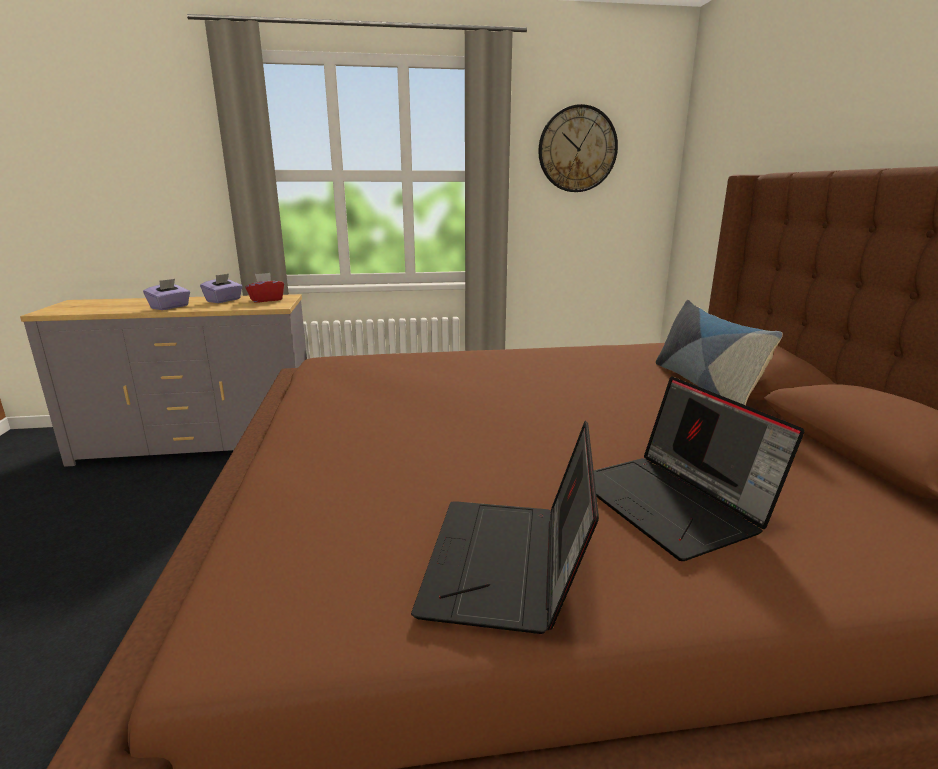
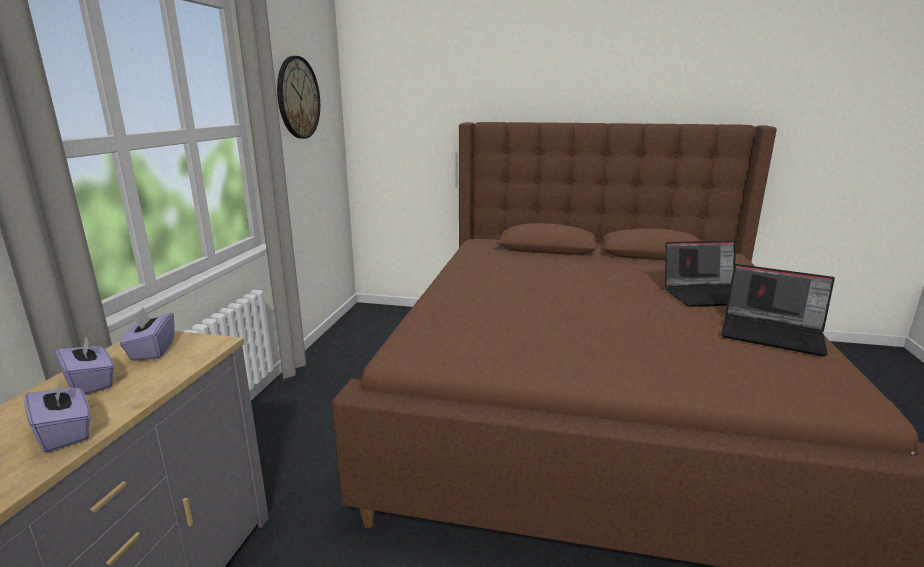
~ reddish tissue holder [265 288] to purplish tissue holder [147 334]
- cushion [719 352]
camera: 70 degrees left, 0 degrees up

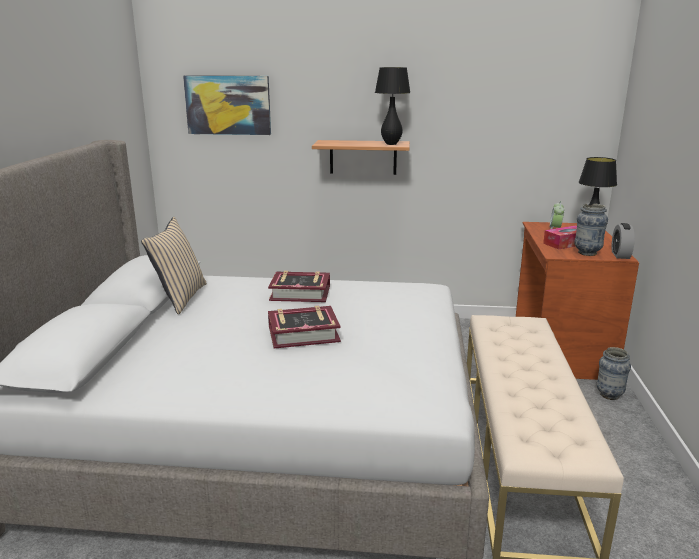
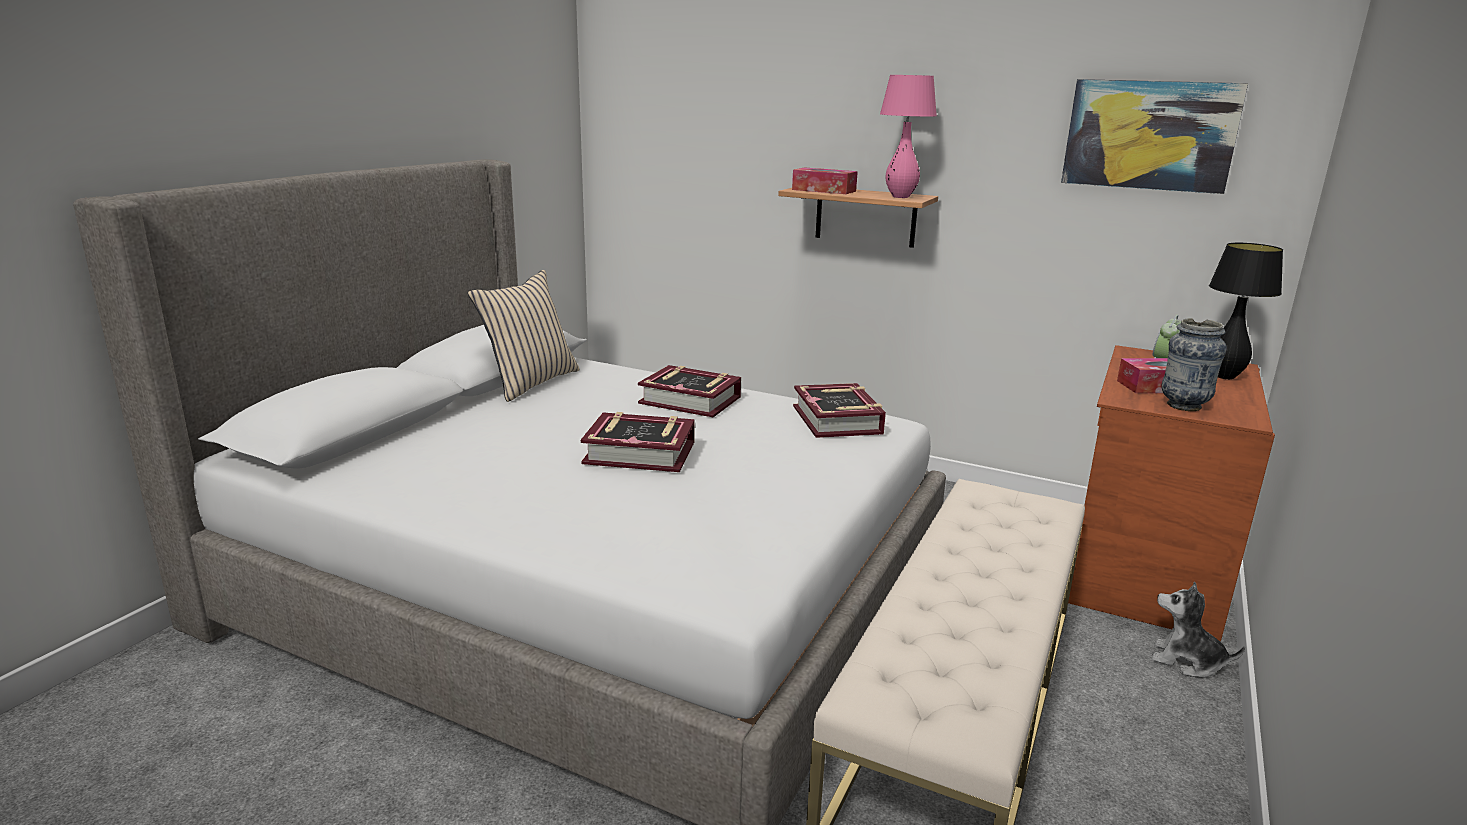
~ black-coloured table lamp [393 106] to pink table lamp [908 136]
~ picture [227 105] to [1154 136]
- table clock [623 241]
~ vase [614 373] to cuddly toy [1198 630]
+ tissue holder [825 181]
+ bound book [839 410]
camera: 20 degrees right, 0 degrees up

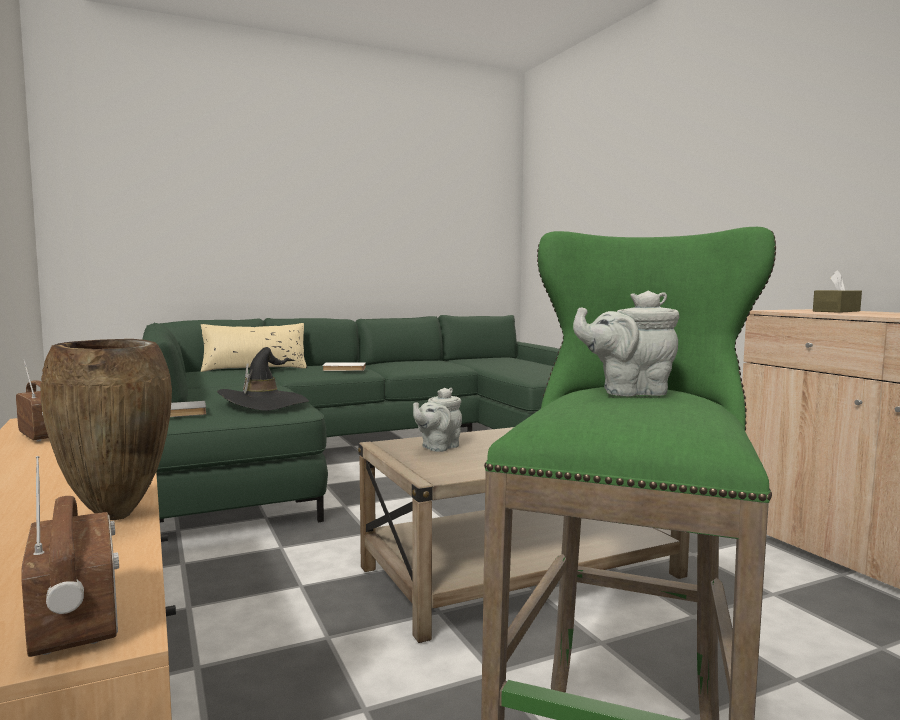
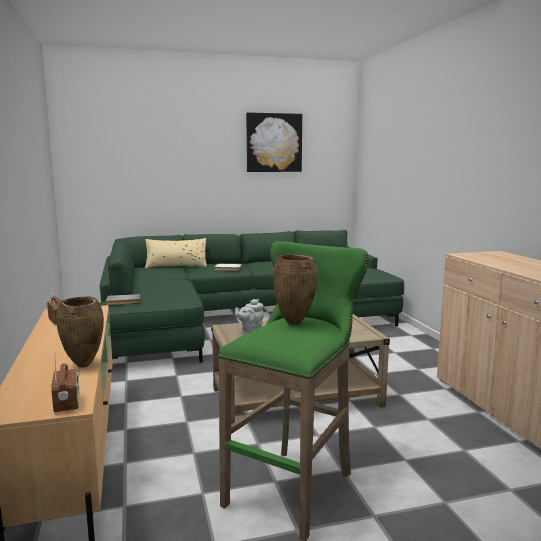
- brownish tissue holder [837 291]
~ gray teapot [626 343] to brownish vase [295 289]
- black-coloured hat [263 379]
+ picture [274 142]
camera: 10 degrees right, 5 degrees up

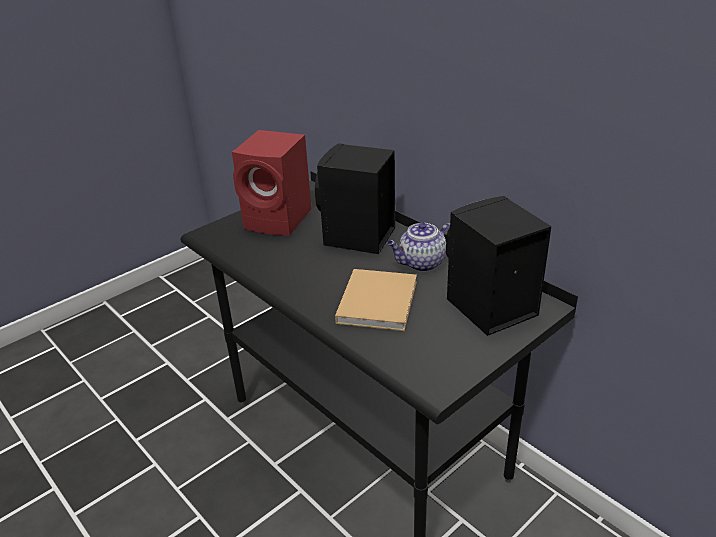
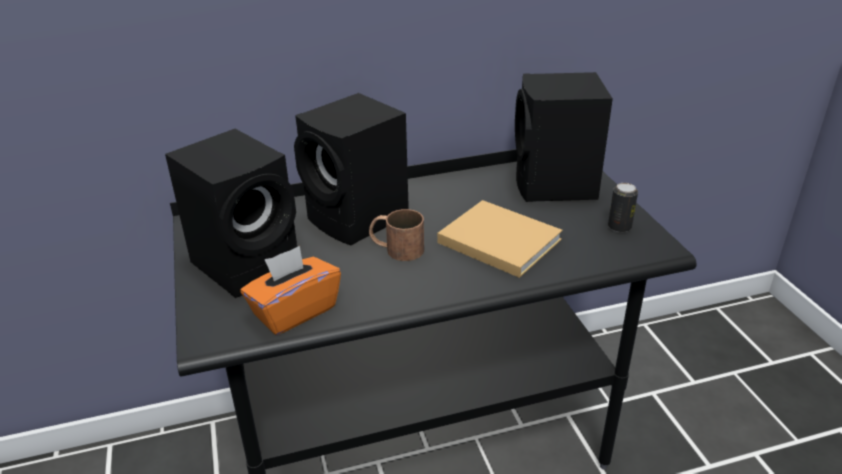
~ reddish speaker [271 183] to black-coloured speaker [231 213]
- teapot [418 247]
+ metal can [623 208]
+ brownish coffee mug [396 235]
+ orange-coloured tissue holder [290 290]
camera: 65 degrees left, 0 degrees up

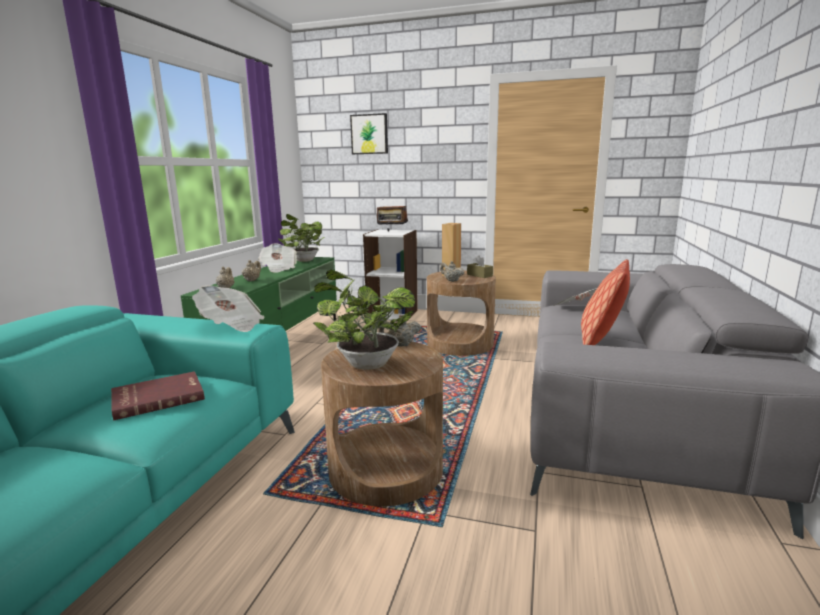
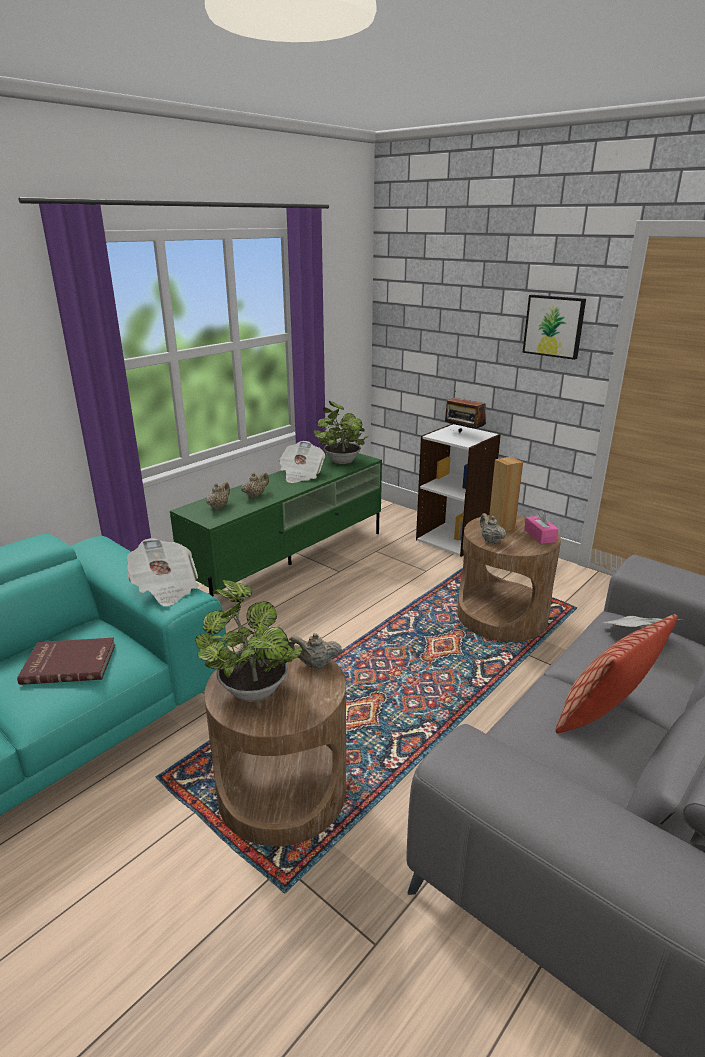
~ picture [369 133] to [554 327]
~ brownish tissue holder [480 266] to pink tissue holder [541 527]
camera: 25 degrees right, 10 degrees up

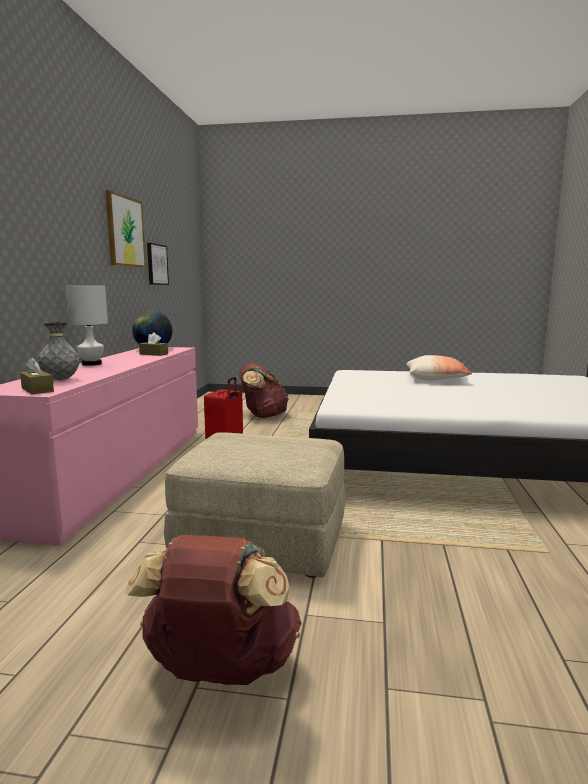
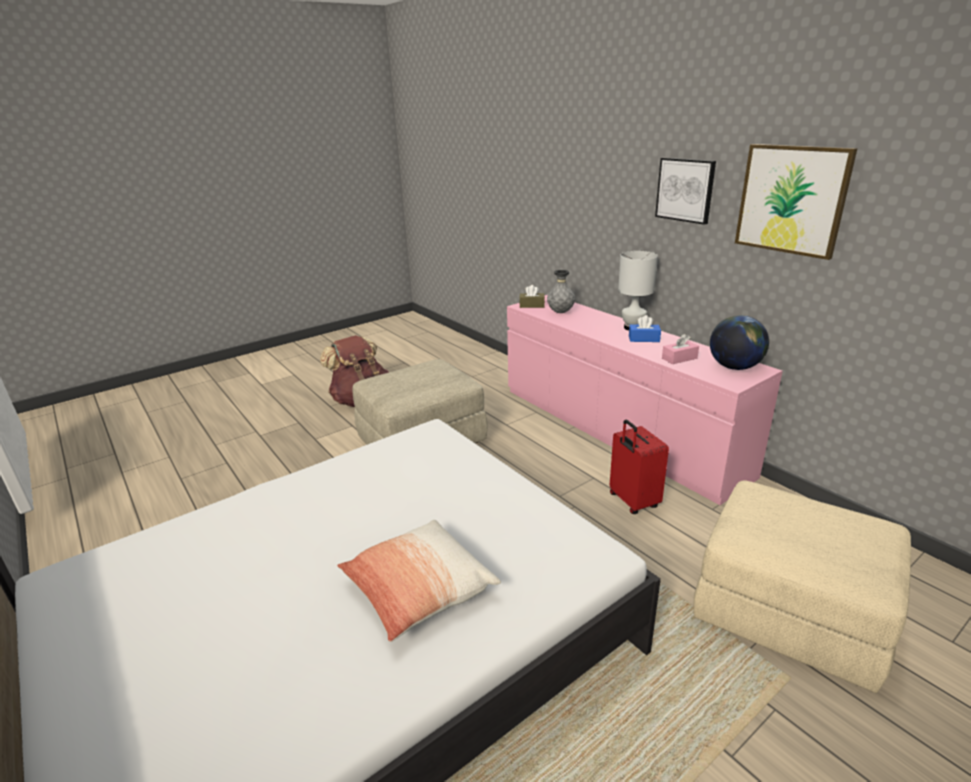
~ picture [158 264] to [685 191]
~ brownish tissue holder [153 344] to pink tissue holder [680 349]
~ brownish knapsack [264 390] to beige-coloured ottoman [802 587]
+ blue tissue holder [645 328]
camera: 135 degrees right, 15 degrees up

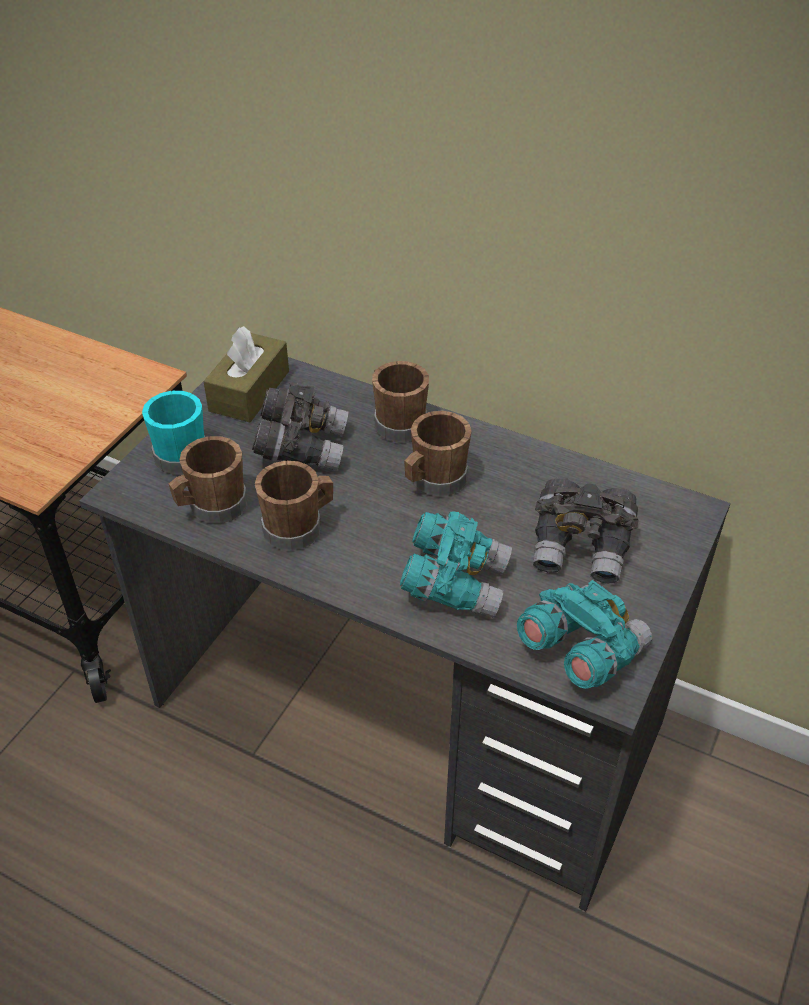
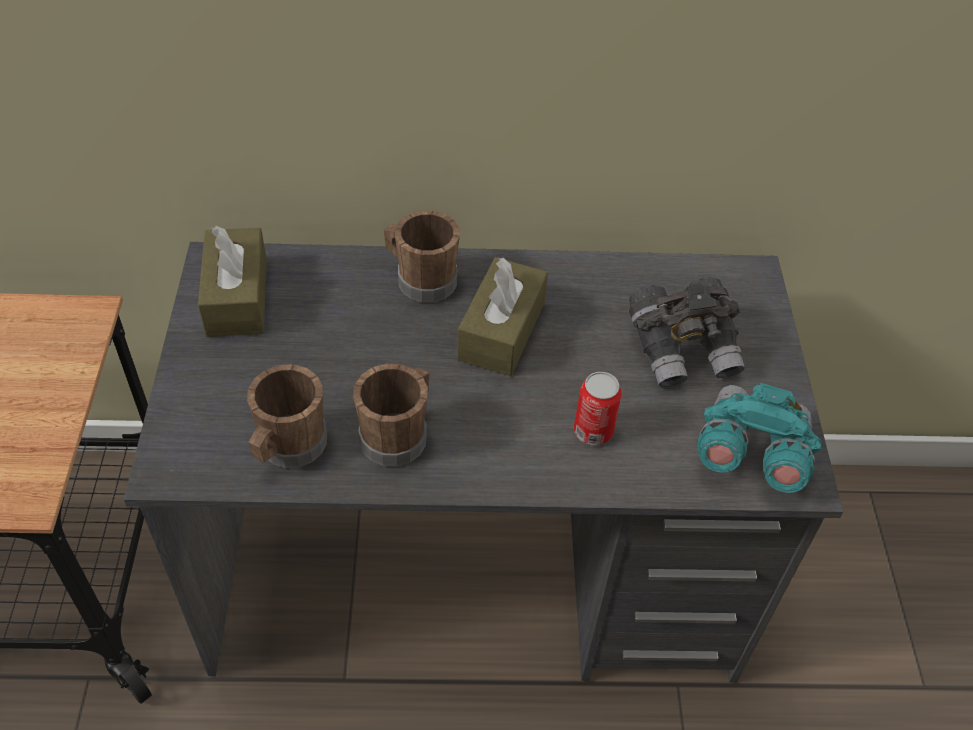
- gray field glasses [300 426]
- blue-green coffee mug [173 432]
~ brownish coffee mug [438 453] to brownish tissue holder [502 316]
~ blue-green field glasses [456 564] to metal can [598 408]
camera: 30 degrees left, 5 degrees up

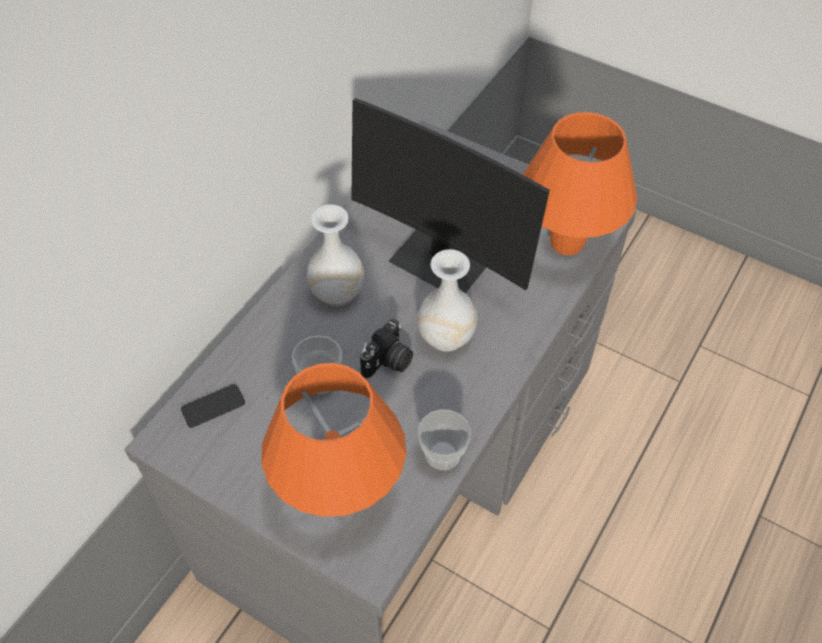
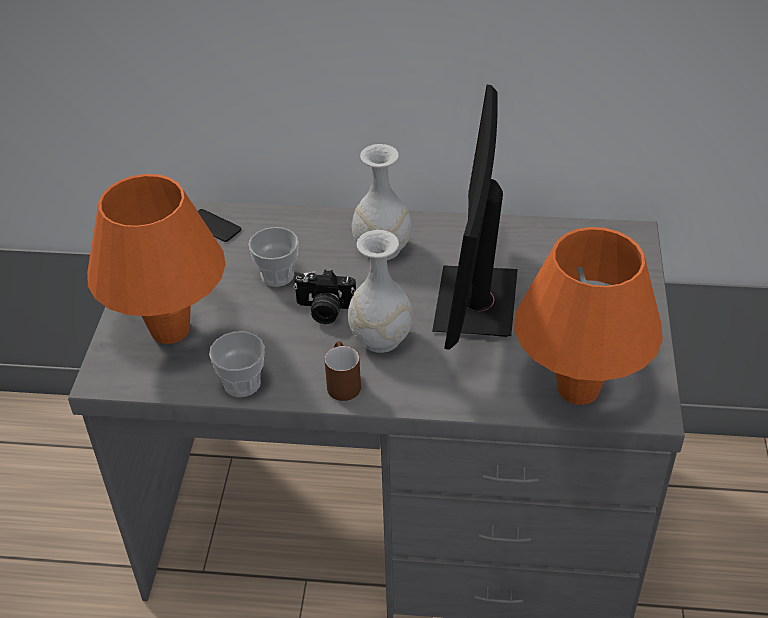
+ brownish coffee mug [343 371]
camera: 65 degrees right, 10 degrees down

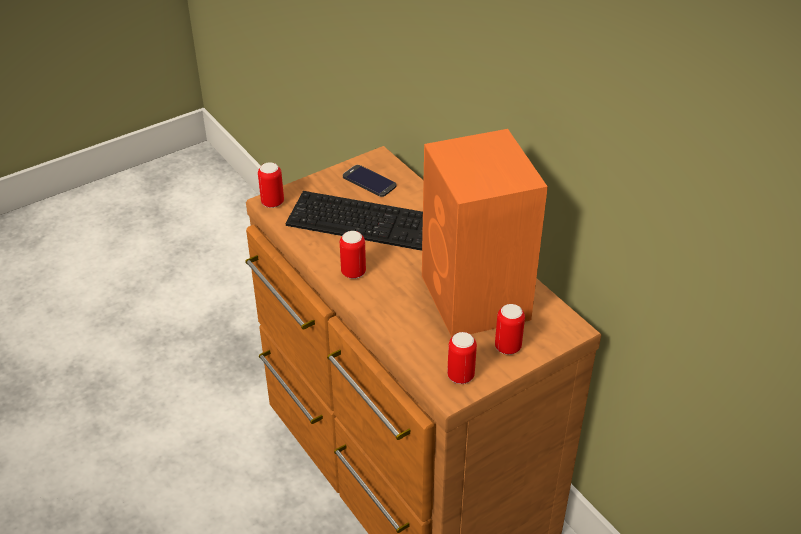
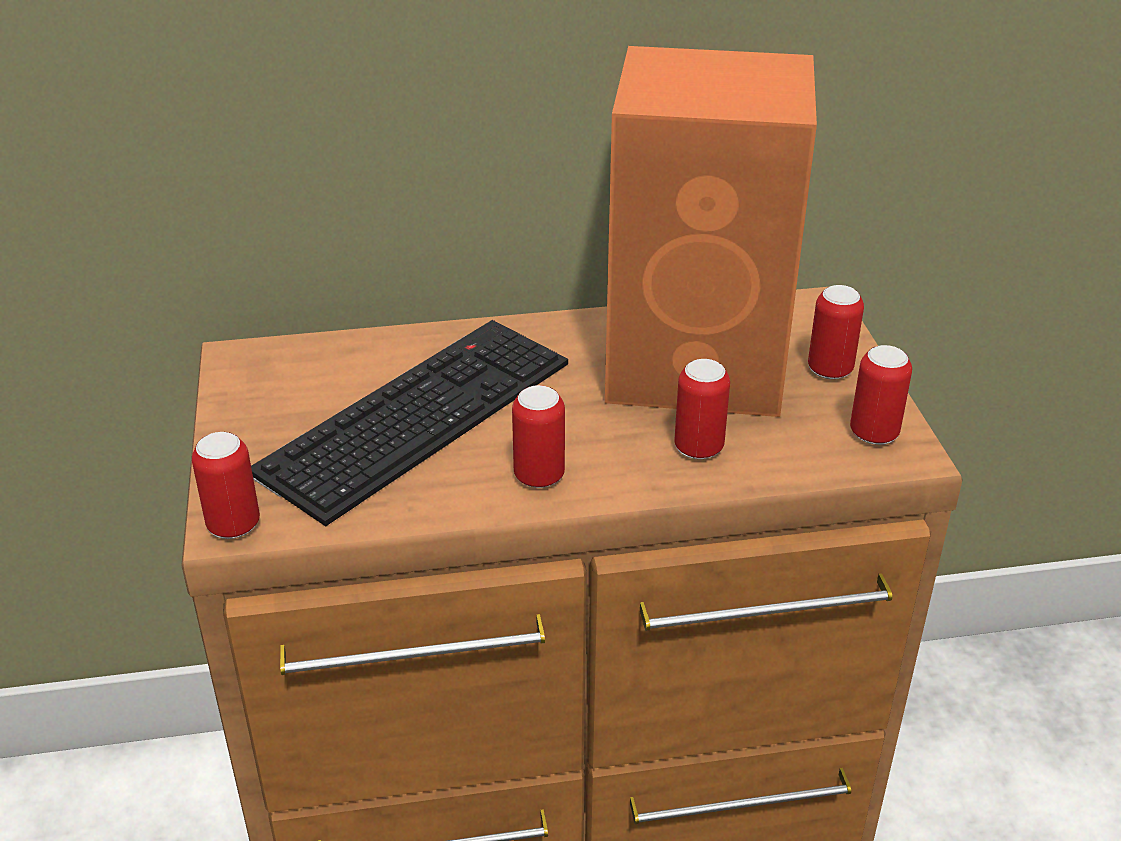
- handset [370 181]
+ metal can [702 409]
camera: 65 degrees left, 5 degrees down

